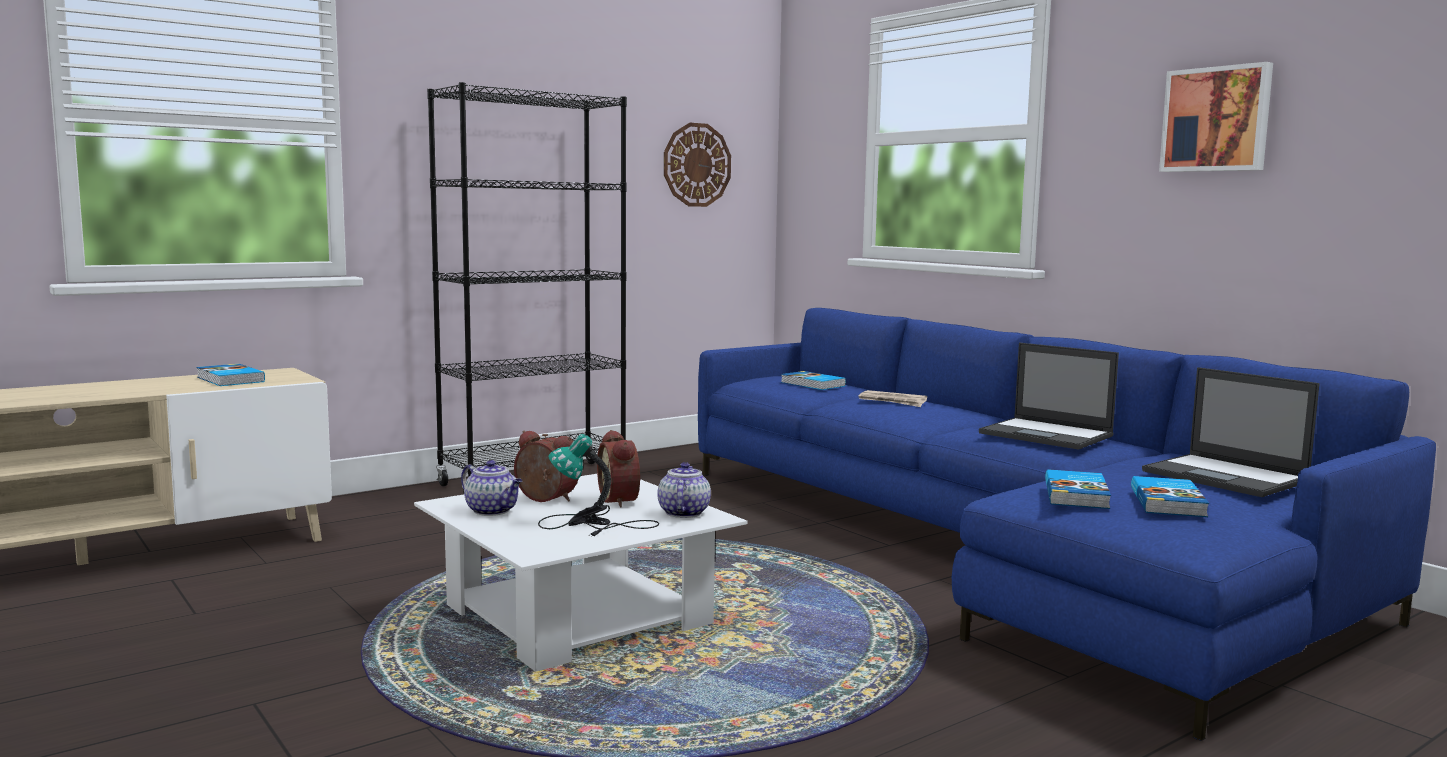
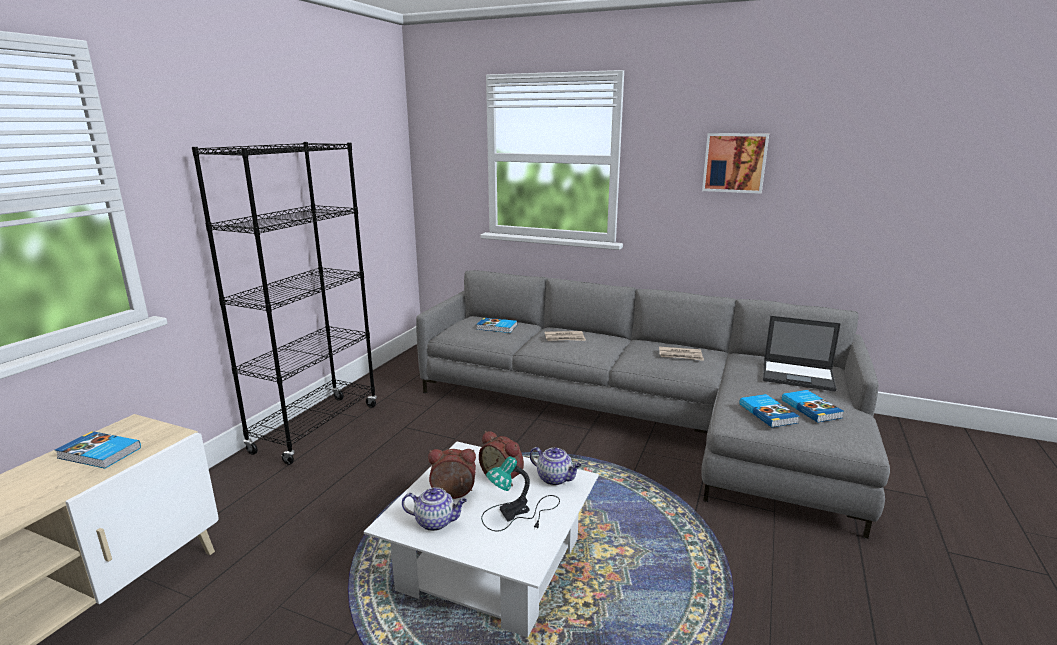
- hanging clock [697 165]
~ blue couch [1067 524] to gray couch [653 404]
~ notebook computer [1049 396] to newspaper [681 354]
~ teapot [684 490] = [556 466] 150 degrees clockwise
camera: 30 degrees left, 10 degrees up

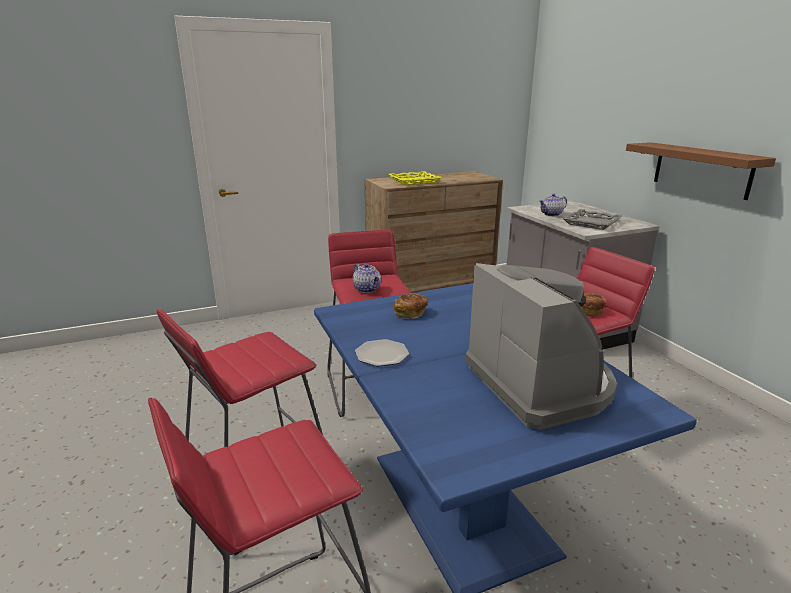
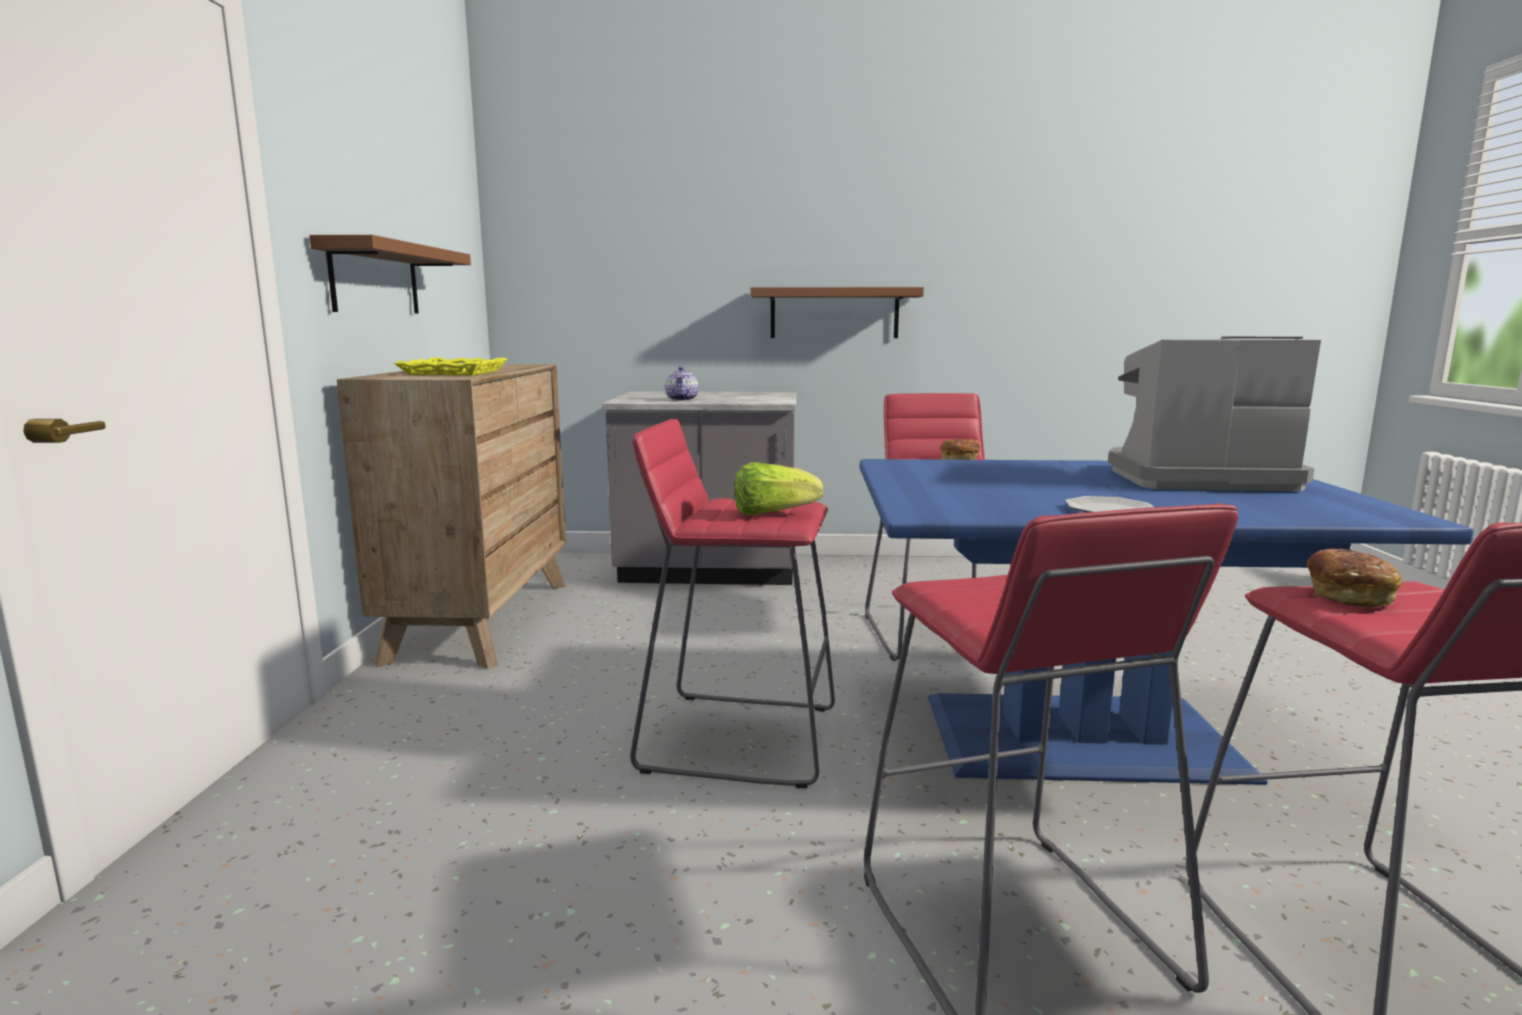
- gray serving tray [592 219]
~ teapot [367 278] to head of lettuce [778 488]
~ bread [411 306] to [1354 578]
+ brownish wall shelf [390 274]
camera: 65 degrees left, 10 degrees down

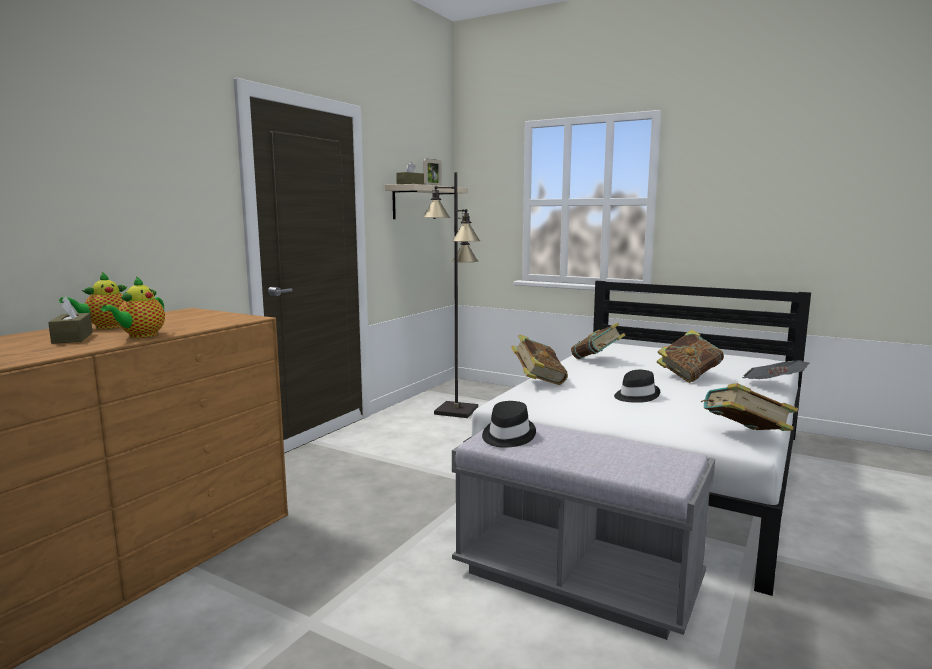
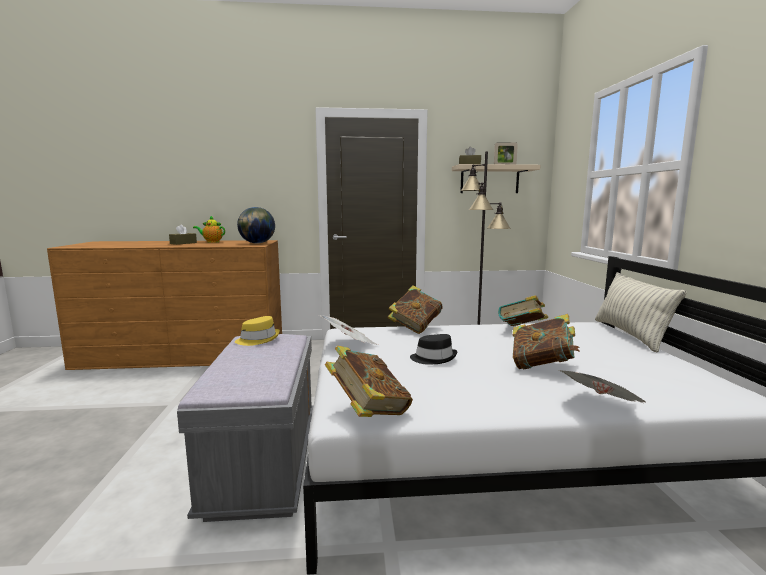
- teapot [133 307]
~ black-coloured hat [509 424] to yellow-coloured hat [257 331]
+ globe [256 225]
+ cushion [641 312]
+ newspaper [348 330]
camera: 55 degrees right, 0 degrees up

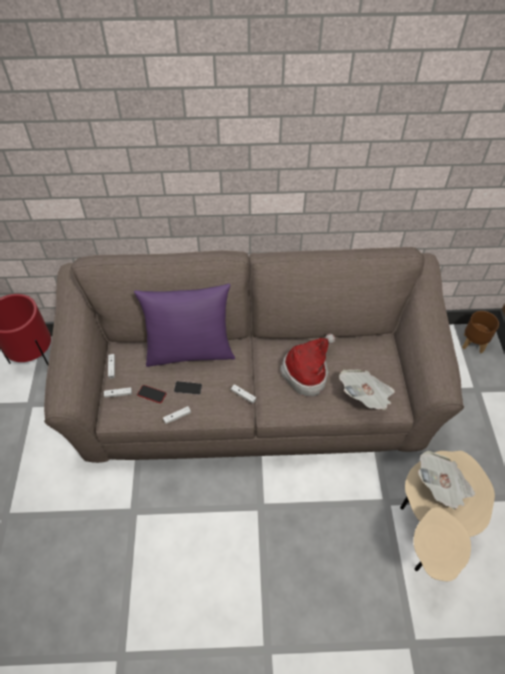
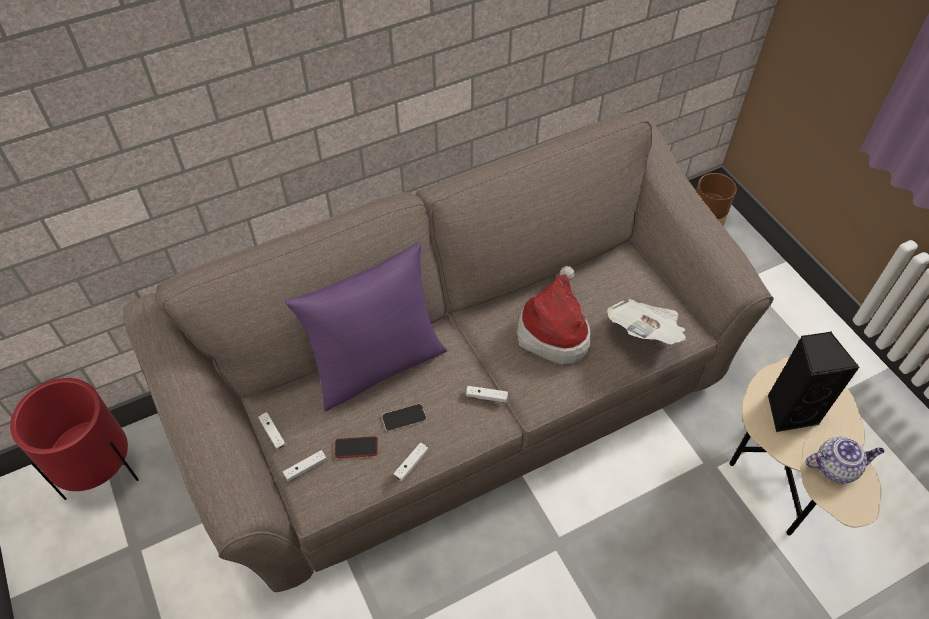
~ newspaper [446 480] to black-coloured speaker [814 382]
+ teapot [845 460]
camera: 25 degrees left, 0 degrees up

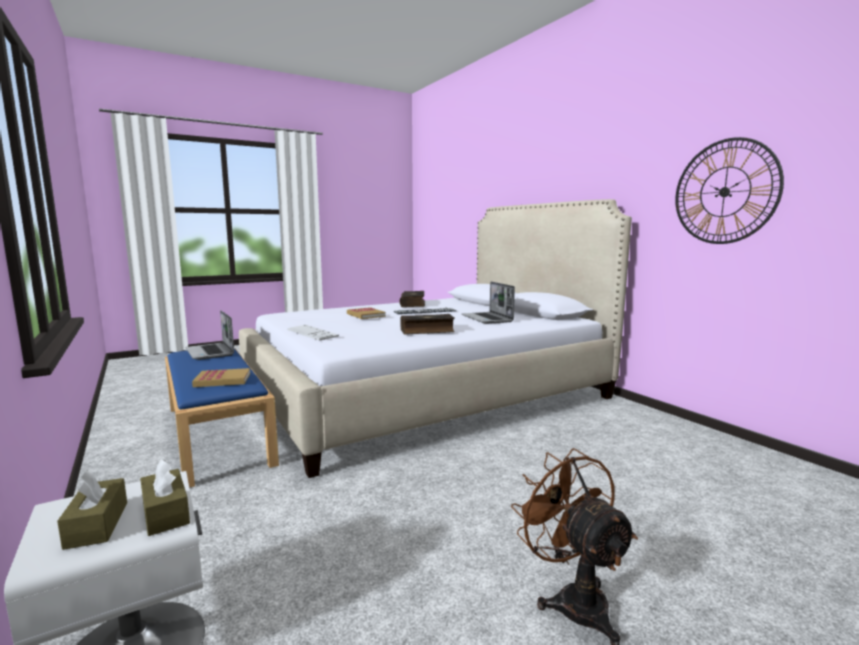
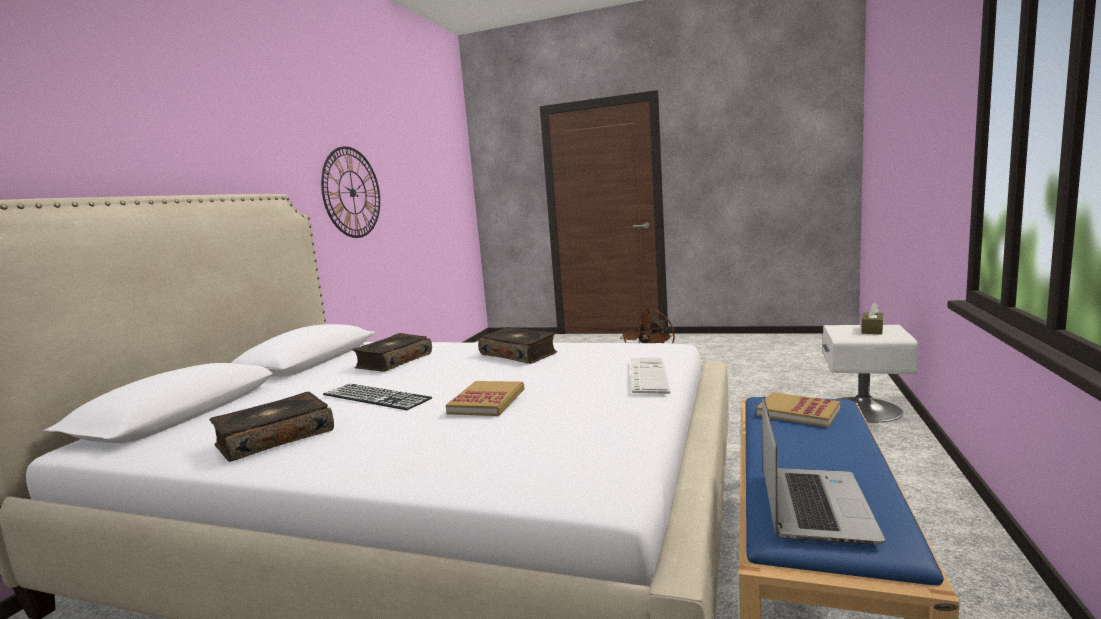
~ notebook computer [488 302] to bound book [392 352]
- brownish tissue holder [165 497]
camera: 130 degrees left, 0 degrees up

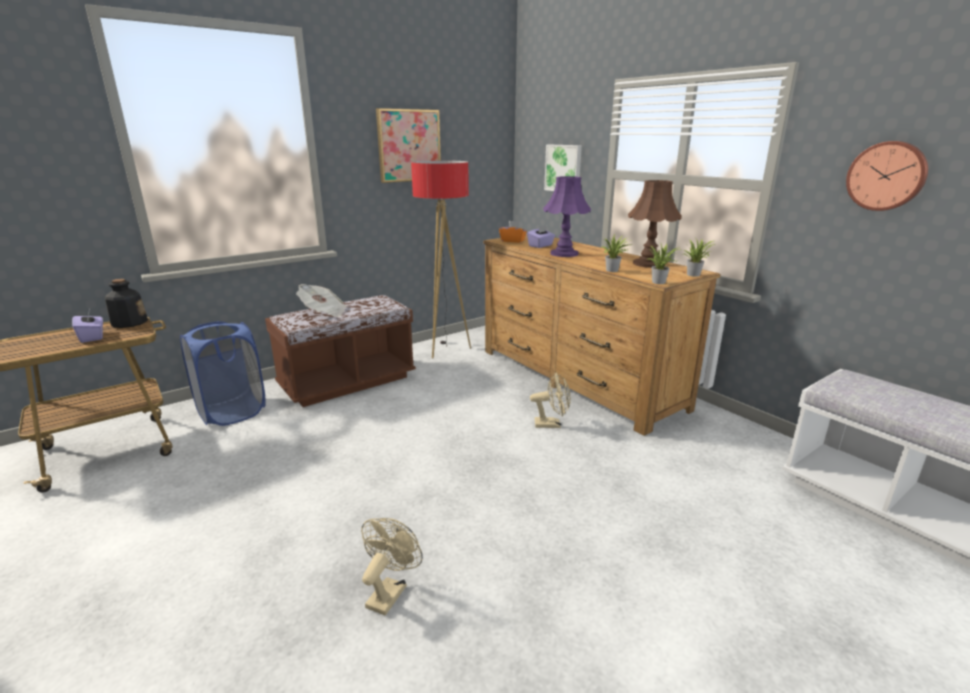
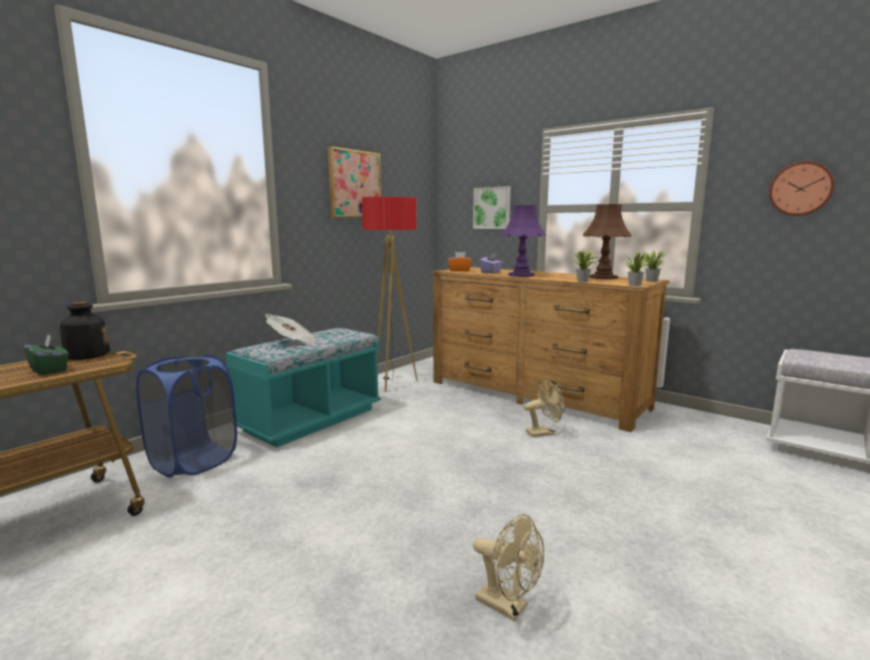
~ brownish long seat [340 351] to blue-green long seat [303 387]
~ purplish tissue holder [87 326] to green-coloured tissue holder [46 355]
~ beige-coloured electric fan [392 566] = [508 567] 120 degrees clockwise
camera: 15 degrees left, 10 degrees down

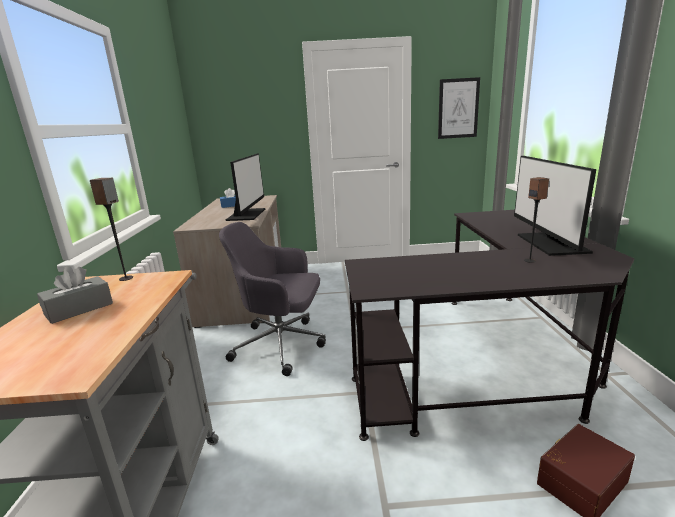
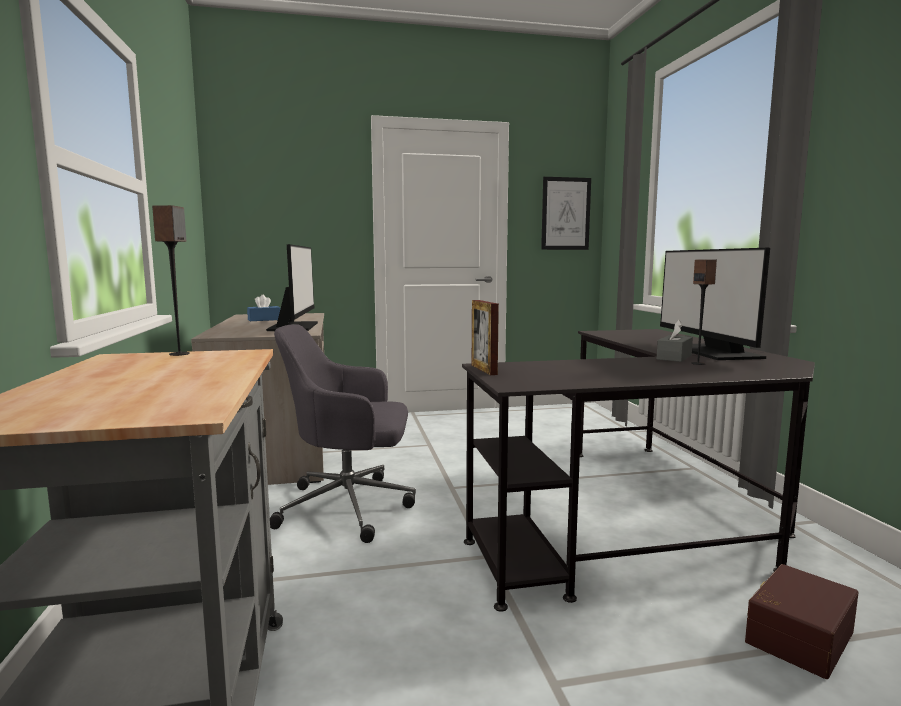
~ gray tissue holder [75 295] to [675 341]
+ picture frame [485 337]
camera: 10 degrees left, 10 degrees down

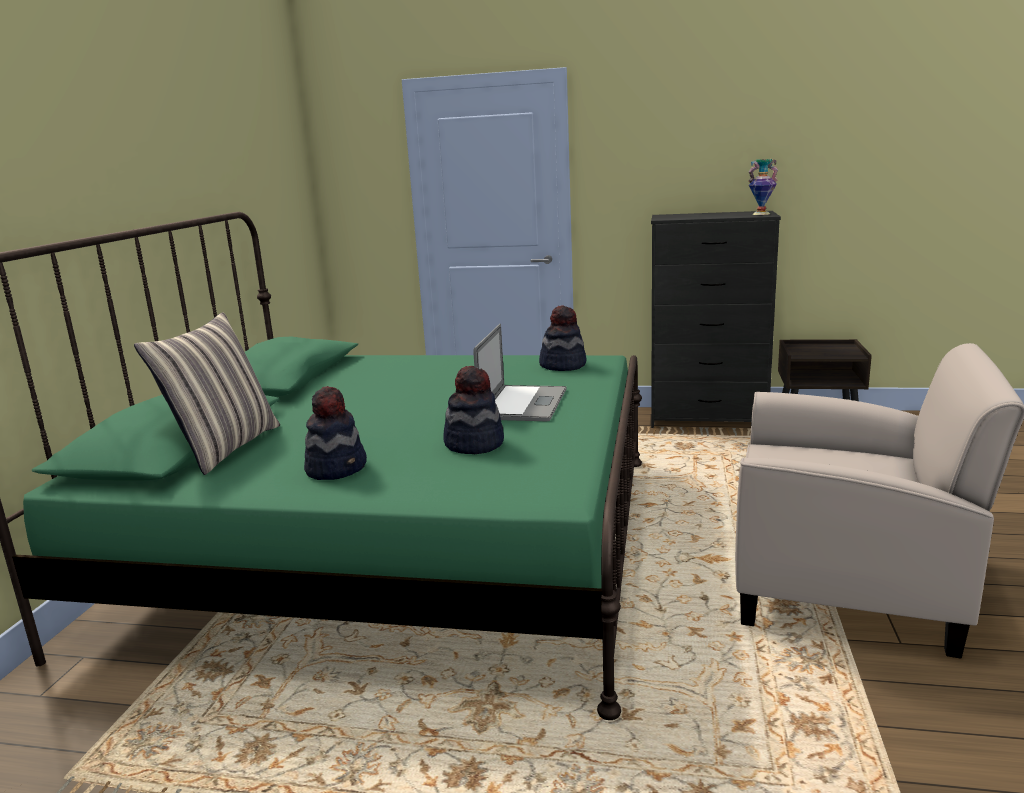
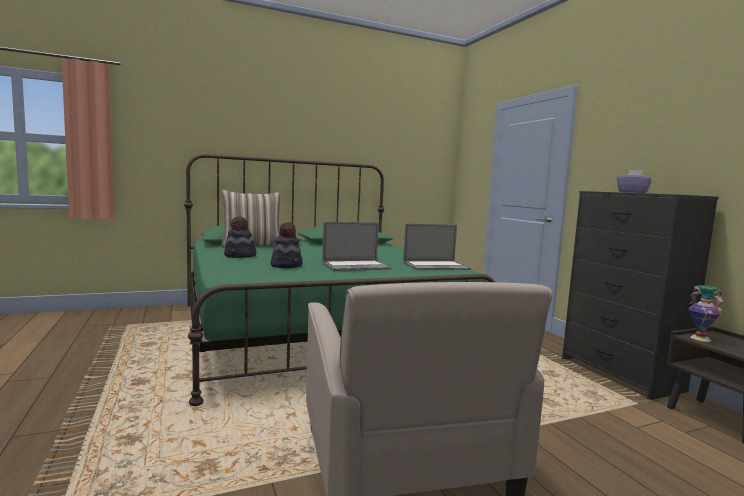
~ vase [763 187] to [705 313]
~ hat [562 338] to notebook computer [437 247]
+ purplish tissue holder [634 181]
camera: 55 degrees right, 10 degrees down

